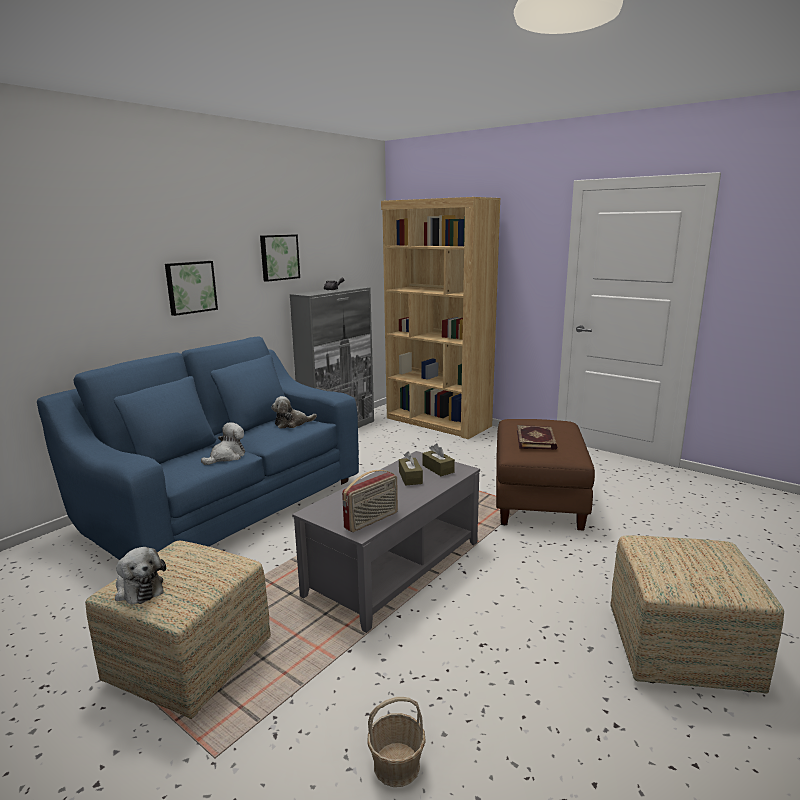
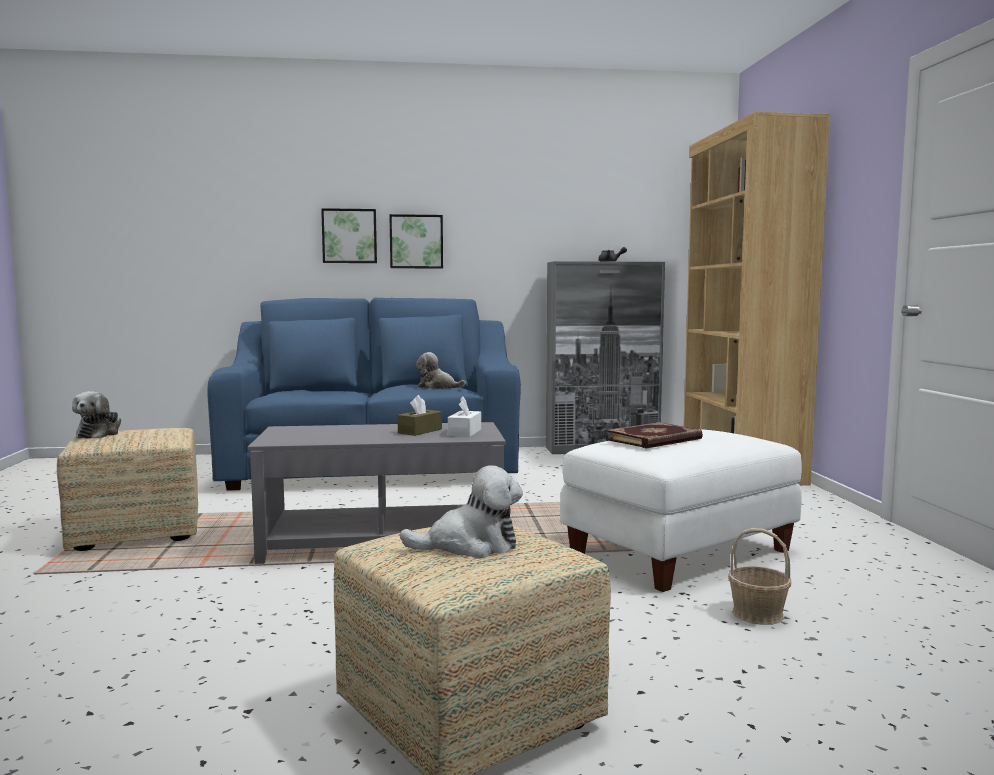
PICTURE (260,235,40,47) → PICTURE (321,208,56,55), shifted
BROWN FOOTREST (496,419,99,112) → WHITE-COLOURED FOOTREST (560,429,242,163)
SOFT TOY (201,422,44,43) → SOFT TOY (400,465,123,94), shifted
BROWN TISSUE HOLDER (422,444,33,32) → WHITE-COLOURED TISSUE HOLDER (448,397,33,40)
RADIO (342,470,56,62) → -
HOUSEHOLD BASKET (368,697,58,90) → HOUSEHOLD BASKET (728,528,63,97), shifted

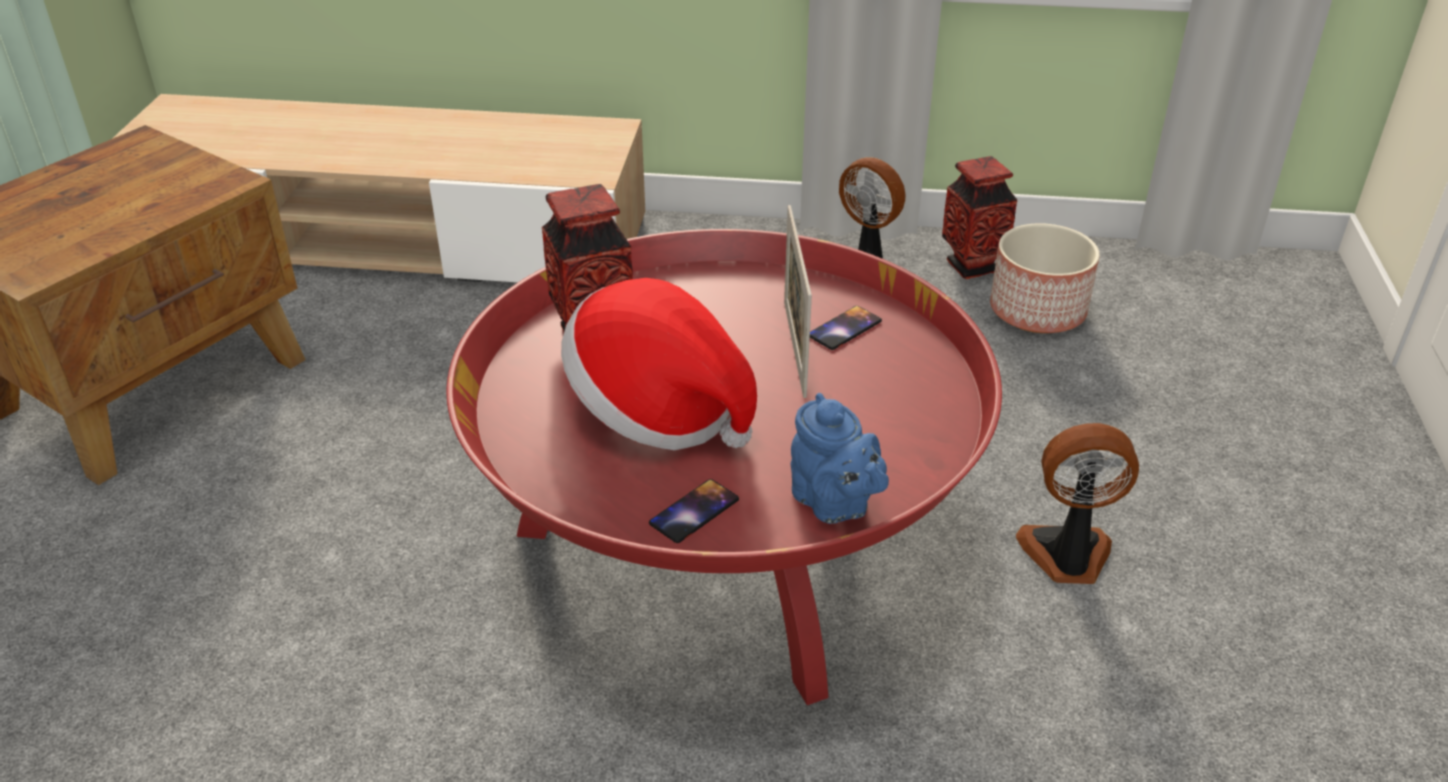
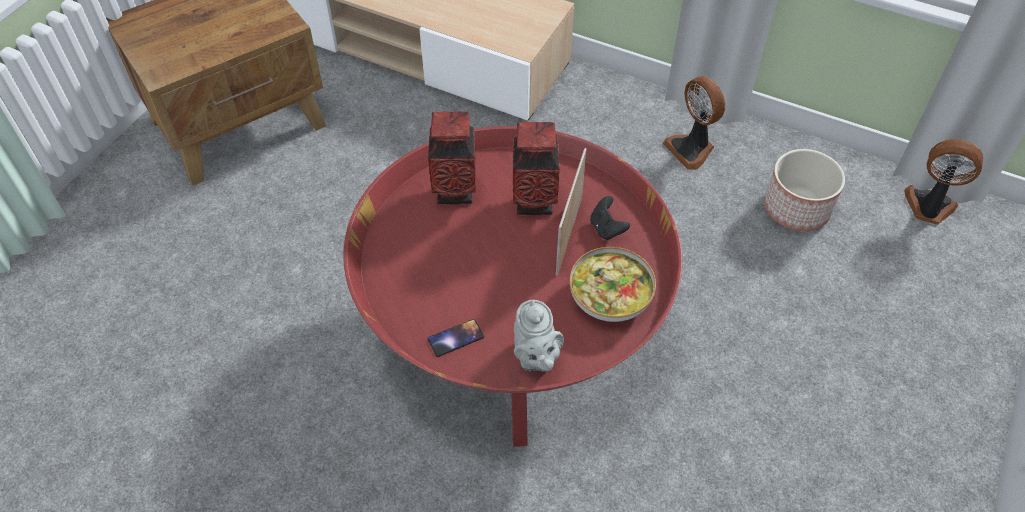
VASE (942,156,75,123) → VASE (513,122,47,94), shifted
WEARABLE HAT (561,278,196,172) → -
HANDSET (810,306,72,44) → BLACK-COLOURED GAMEPAD (590,196,40,44)
BLUISH TEA POT (790,393,99,131) → GREY TEA POT (514,300,50,72)
ELECTRIC FAN (1016,423,123,161) → ELECTRIC FAN (904,139,79,86), shifted
- → SERVING BOWL (570,247,86,75)

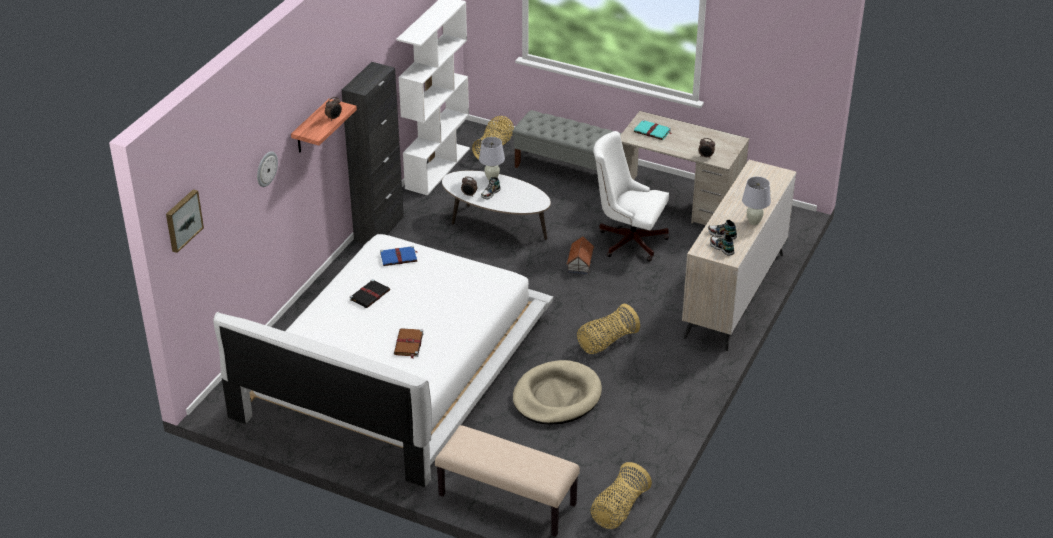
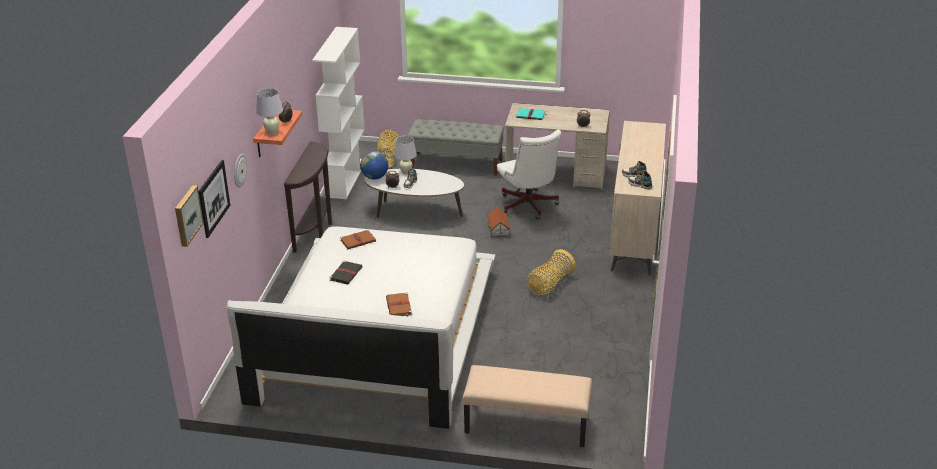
BLACK-COLOURED CUPBOARD (342,62,62,182) → BROWN NARROW TABLE (284,141,48,112)
WHITE-COLOURED DESK CHAIR (593,131,76,131) → WHITE-COLOURED DESK CHAIR (497,130,64,89), 120 degrees counterclockwise
WHITE-COLOURED TABLE LAMP (742,177,29,48) → WHITE-COLOURED TABLE LAMP (256,88,27,47), shifted
BLUISH VOLUME (380,246,37,20) → BROWN VOLUME (340,229,36,20)
BEIGE DOG BED (513,360,89,64) → -
HOUSEHOLD BASKET (591,462,61,67) → -
- → WORLD GLOBE (360,151,28,29)
- → PICTURE (199,160,31,78)

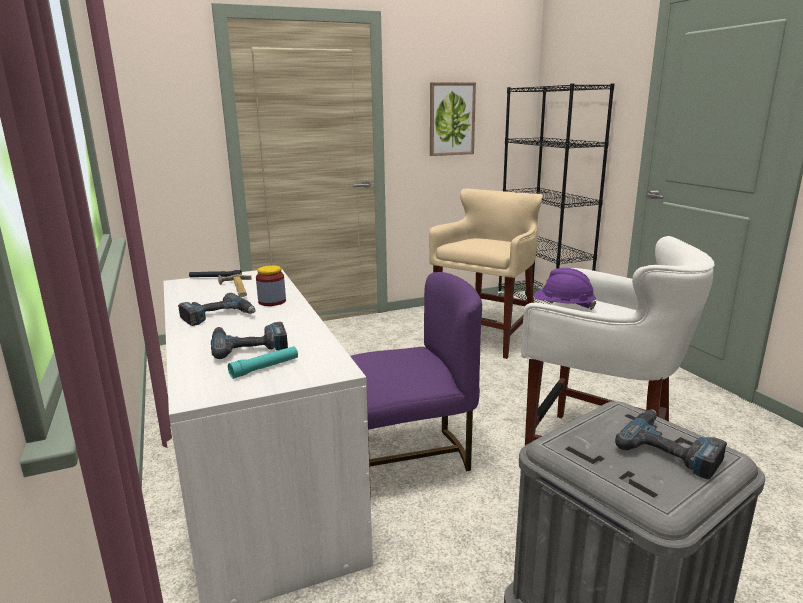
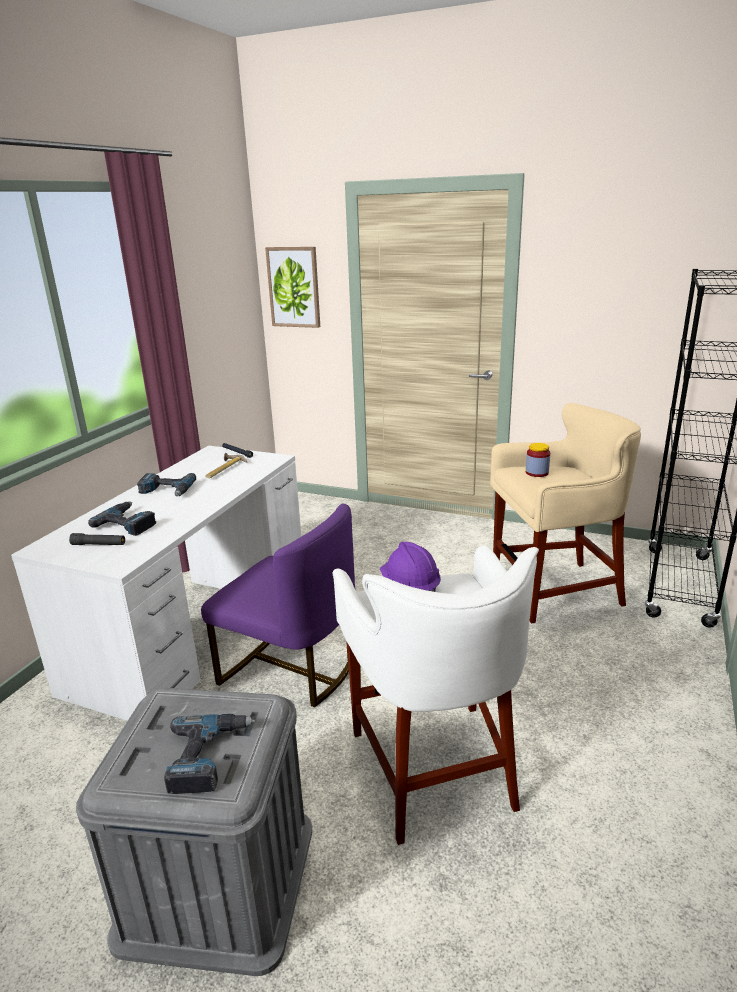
PICTURE (430,82,46,74) → PICTURE (265,247,55,81), shifted
JAR (256,265,30,41) → JAR (526,443,24,34), shifted
TURQUOISE-COLOURED TORCH (228,346,70,33) → BLACK-COLOURED TORCH (69,533,56,12)

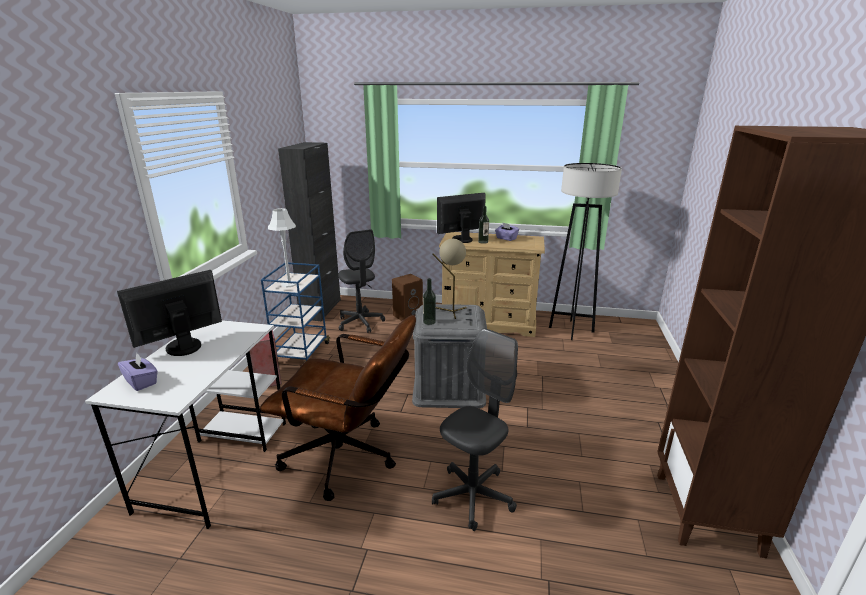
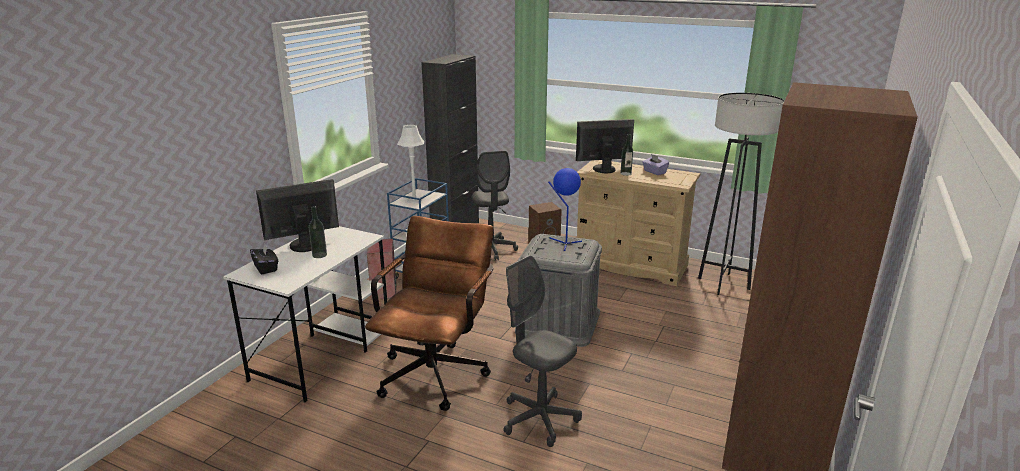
BEIGE TABLE LAMP (432,239,35,80) → BLUISH TABLE LAMP (548,168,34,83)
DRINK BOTTLE (423,278,13,47) → DRINK BOTTLE (309,206,18,52), shifted
BROWN DESK CHAIR (260,315,156,186) → BROWN DESK CHAIR (365,216,129,195), 105 degrees counterclockwise
GREY DESK CHAIR (432,328,86,203) → GREY DESK CHAIR (503,255,79,192), 105 degrees counterclockwise
PURPLE TISSUE HOLDER (118,353,40,38) → BLACK-COLOURED TISSUE HOLDER (250,244,28,30)

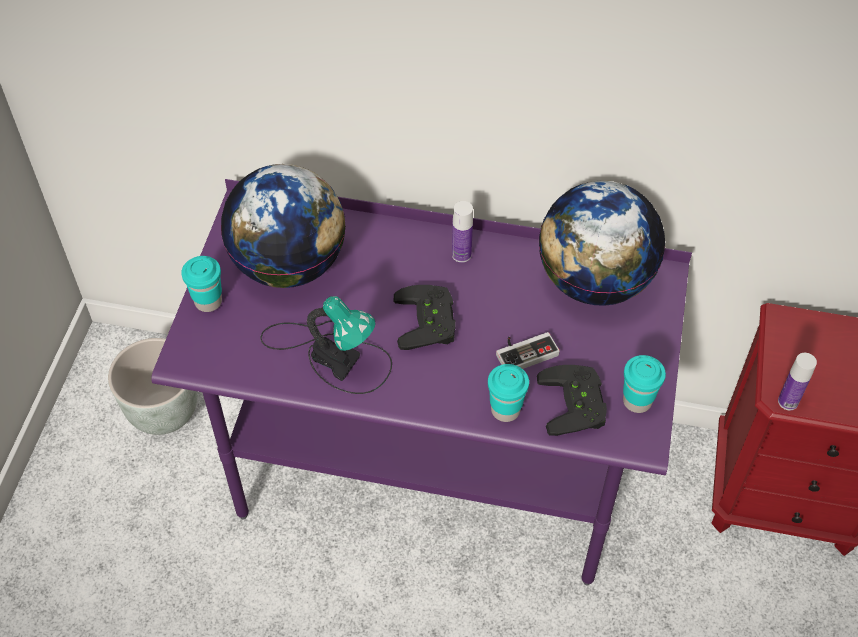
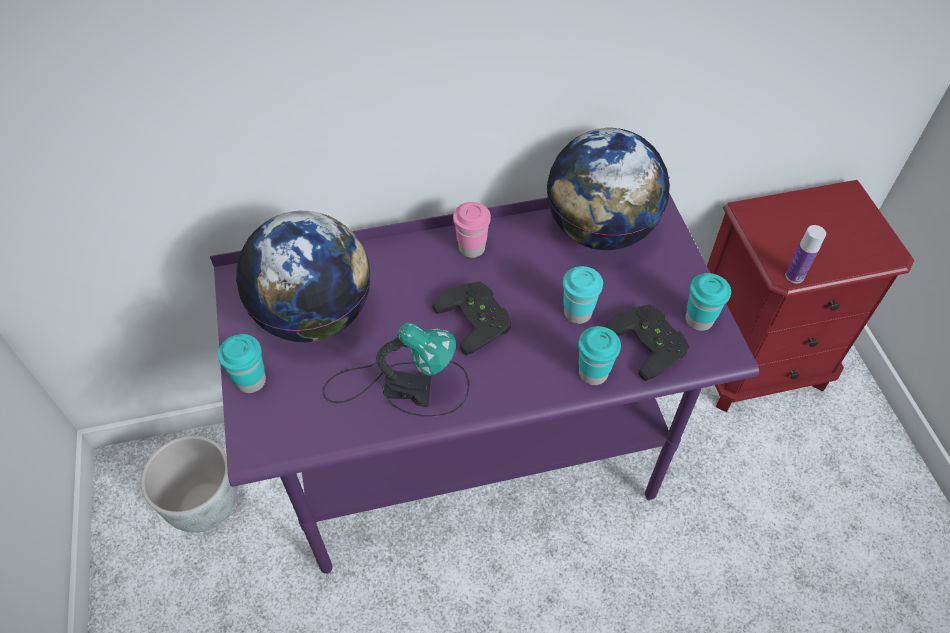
DRINK BOTTLE (452,201,21,62) → PINK-COLOURED DRINKING CUP (453,202,38,56)
GAMEPAD (496,332,64,37) → TURQUOISE-COLOURED DRINKING CUP (563,266,40,58)

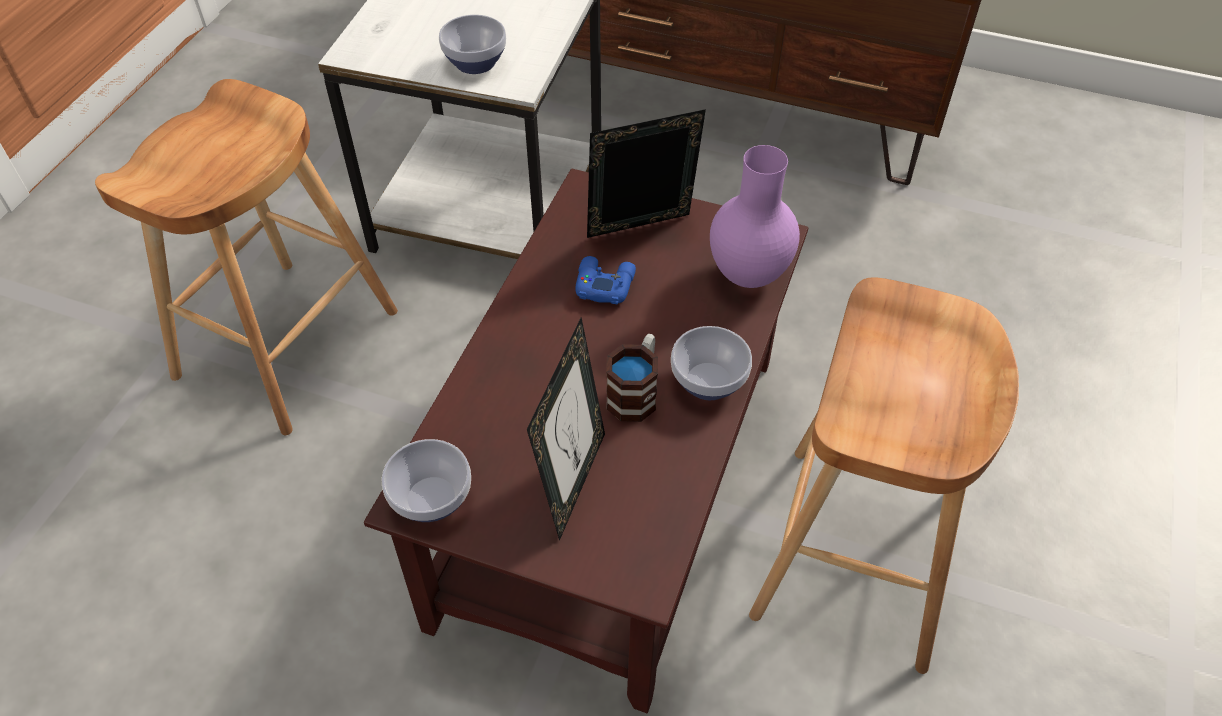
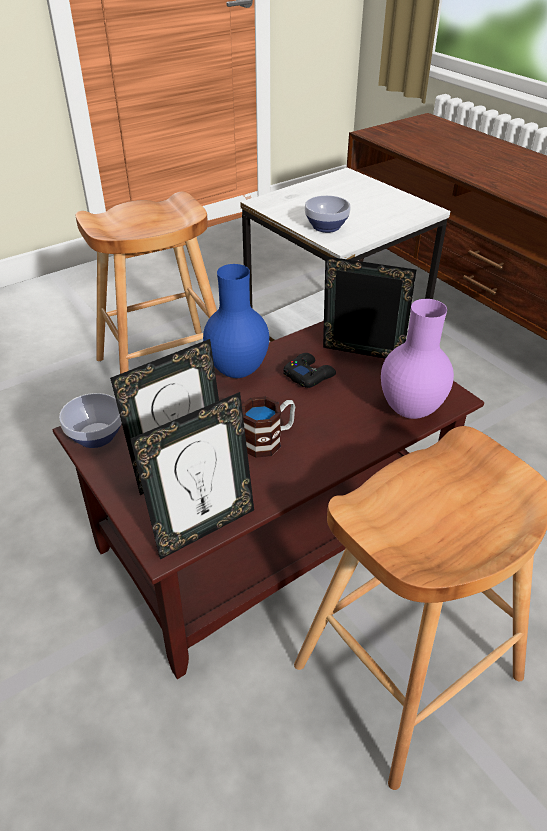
BLUISH GAMEPAD (575,256,61,49) → BLACK-COLOURED GAMEPAD (283,353,53,35)
SERVING BOWL (671,326,81,74) → -
- → BLUISH VASE (203,264,66,114)
- → PICTURE FRAME (130,392,124,168)

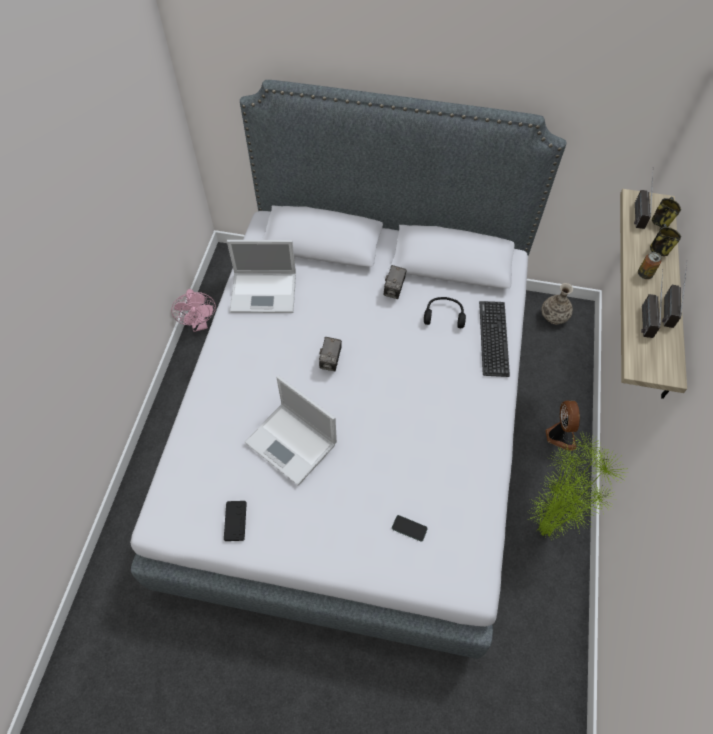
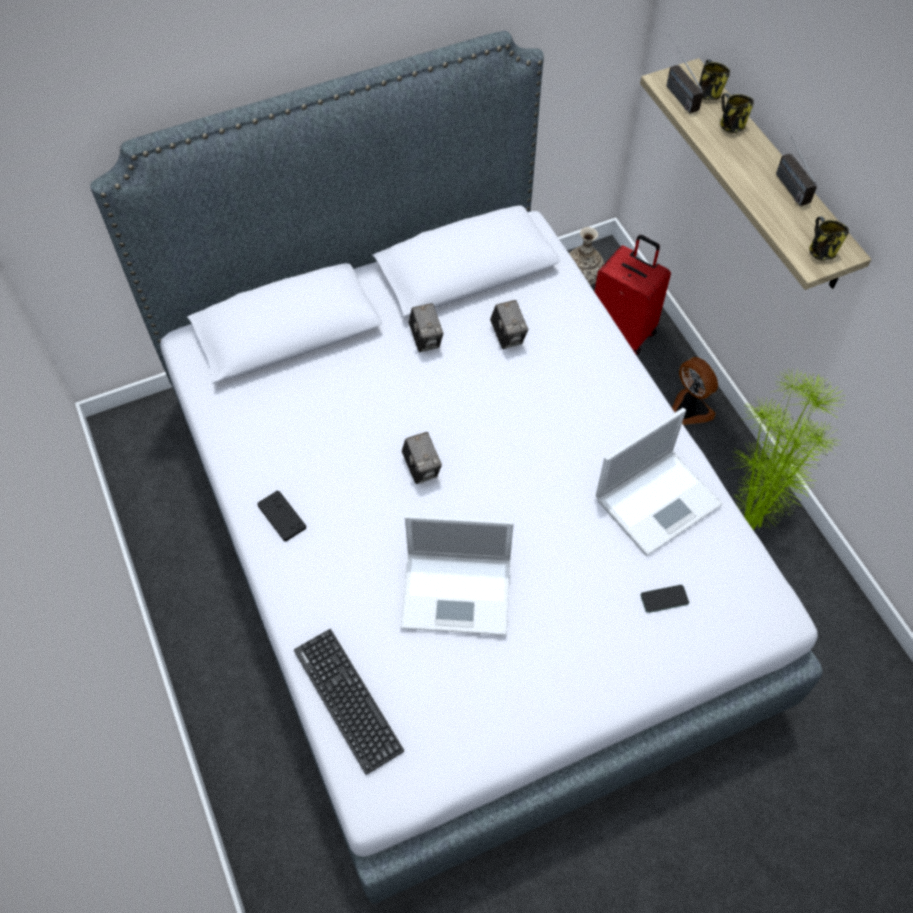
PORTABLE COMPUTER (227,240,69,73) → PORTABLE COMPUTER (596,408,127,148), shifted
METAL CAN (638,252,24,27) → -
RADIO (641,269,22,69) → -
PINK-COLOURED ELECTRIC FAN (171,289,45,43) → -
BLACK-COLOURED HEADPHONES (424,297,42,31) → STILL CAMERA (490,300,38,49)
PC KEYBOARD (479,301,31,76) → PC KEYBOARD (294,629,110,145), shifted
BLACK-COLOURED GAMEPAD (224,501,23,40) → BLACK-COLOURED GAMEPAD (257,490,49,51), shifted
- → MUG (810,216,39,45)
- → REDDISH TRAVEL CASE (594,235,77,120)

